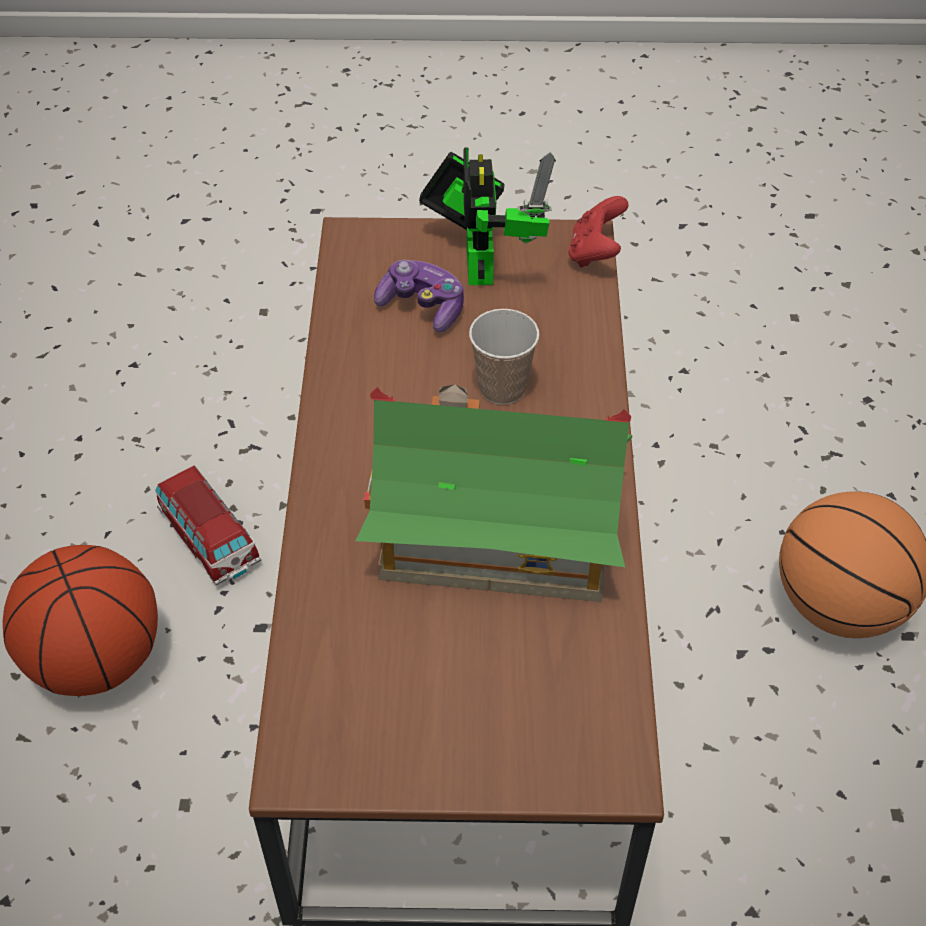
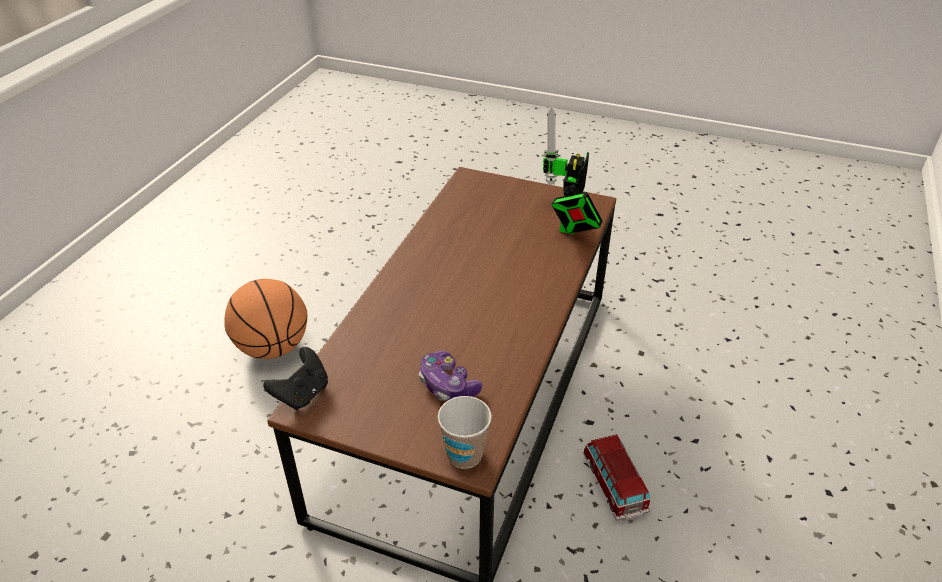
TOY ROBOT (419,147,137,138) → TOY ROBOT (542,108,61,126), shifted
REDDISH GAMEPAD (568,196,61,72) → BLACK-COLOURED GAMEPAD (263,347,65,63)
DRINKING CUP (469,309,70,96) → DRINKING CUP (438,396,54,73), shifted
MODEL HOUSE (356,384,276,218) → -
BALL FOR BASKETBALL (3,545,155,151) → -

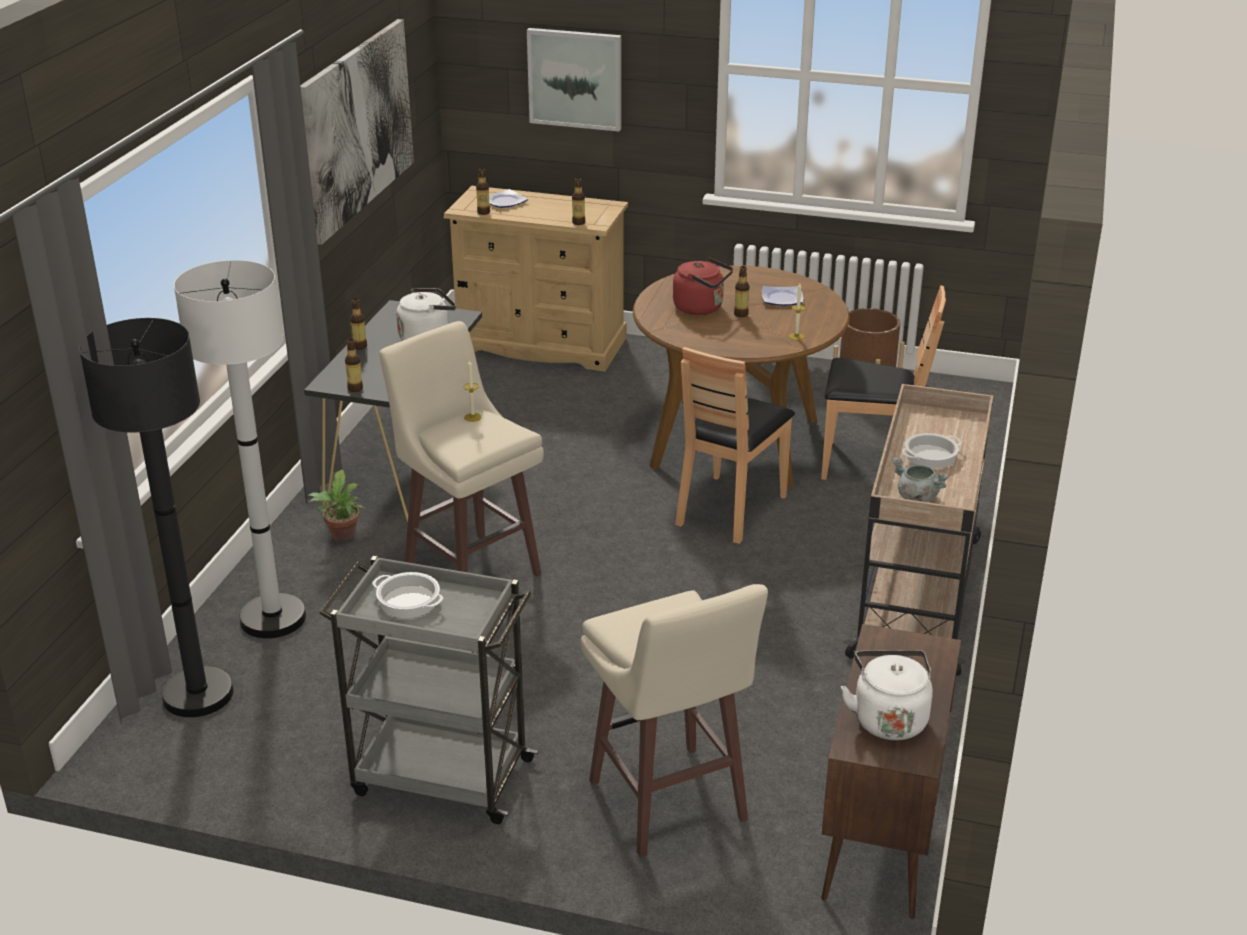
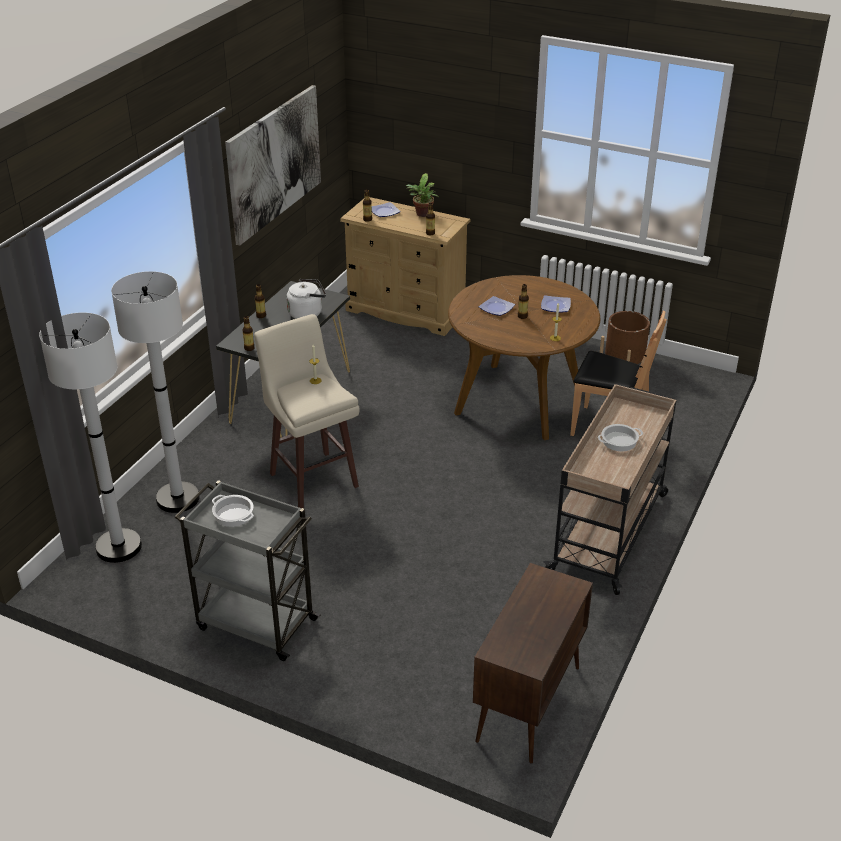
PICTURE (527,28,94,104) → -
REDDISH WATER KETTLE (673,257,60,58) → FLAT DISH (479,296,36,20)
BLACK-COLOURED STANDING LAMP (79,318,155,399) → WHITE-COLOURED STANDING LAMP (39,312,103,251)
BROWN UPRIGHT CHAIR (675,347,120,197) → -
GREY COOKING POT (892,457,58,45) → -
POTTED PLANT (308,470,58,71) → POTTED PLANT (406,173,33,44), shifted
BEIGE STOOL (581,584,187,274) → -
WHITE-COLOURED WATER KETTLE (841,650,92,90) → -

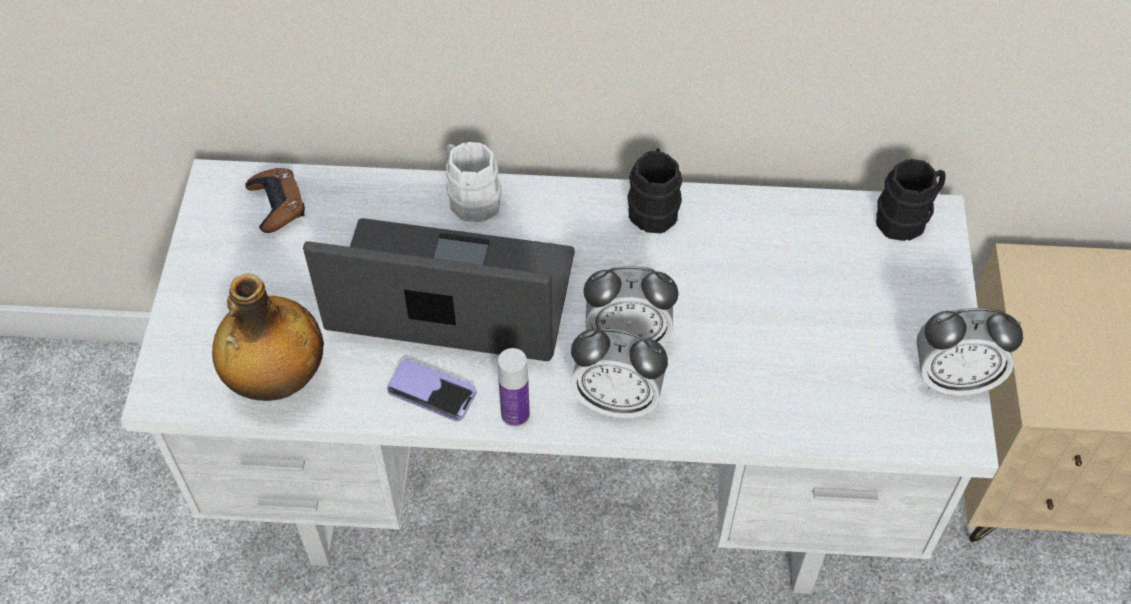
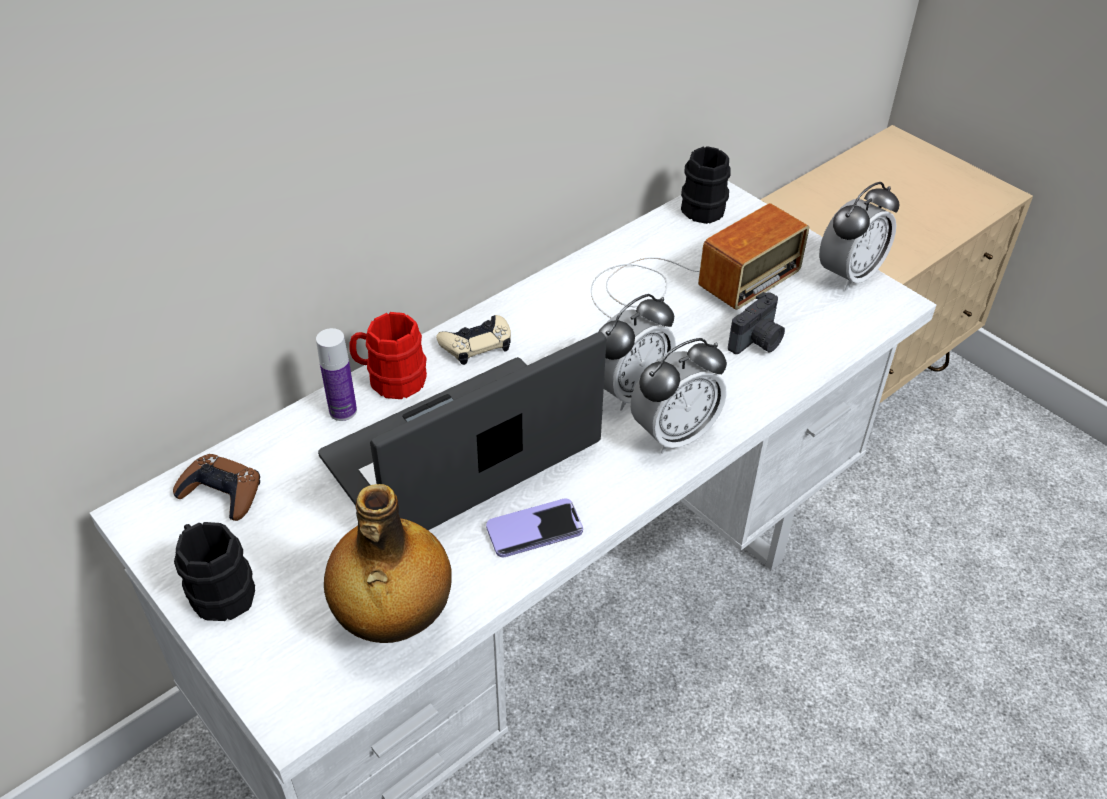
WHITE-COLOURED MUG (446,142,56,80) → REDDISH MUG (350,312,77,87)
BLACK-COLOURED MUG (627,148,55,86) → BLACK-COLOURED MUG (174,522,81,99), shifted
DRINK BOTTLE (498,348,32,79) → DRINK BOTTLE (316,328,41,93), shifted
- → RADIO (591,203,218,115)
- → STILL CAMERA (728,292,57,62)
- → BEIGE GAMEPAD (436,315,75,50)

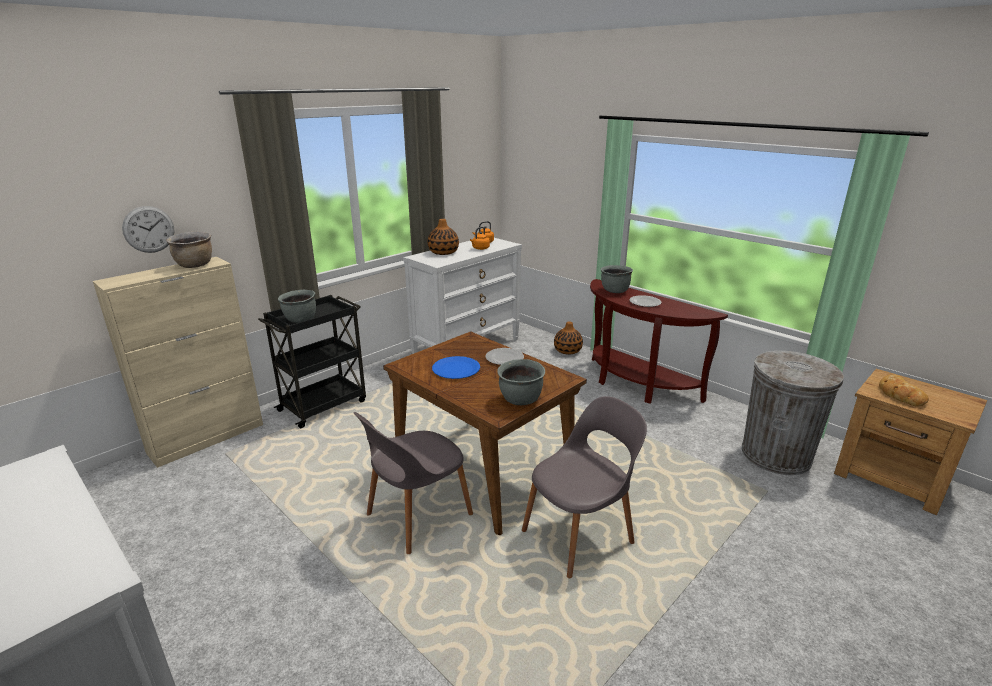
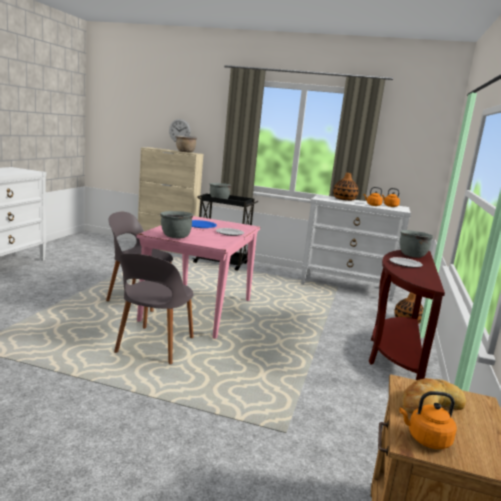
BROWN KITCHEN TABLE (383,331,204,204) → PINK-COLOURED KITCHEN TABLE (136,216,124,123)
GREY TRASH CAN (742,351,102,124) → -
GREY UPRIGHT CHAIR (522,396,125,182) → GREY UPRIGHT CHAIR (114,253,79,111), 75 degrees clockwise
- → ORANGE WATER KETTLE (399,391,58,58)

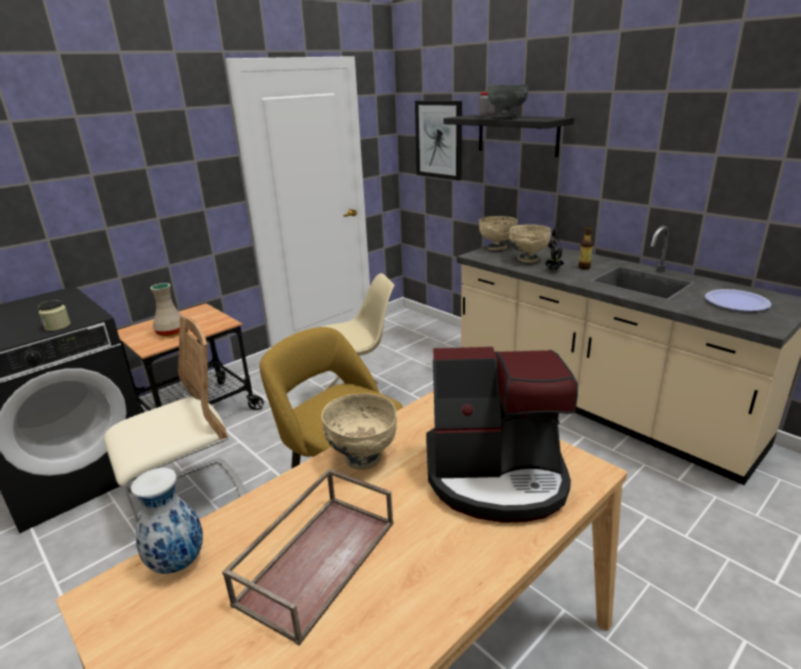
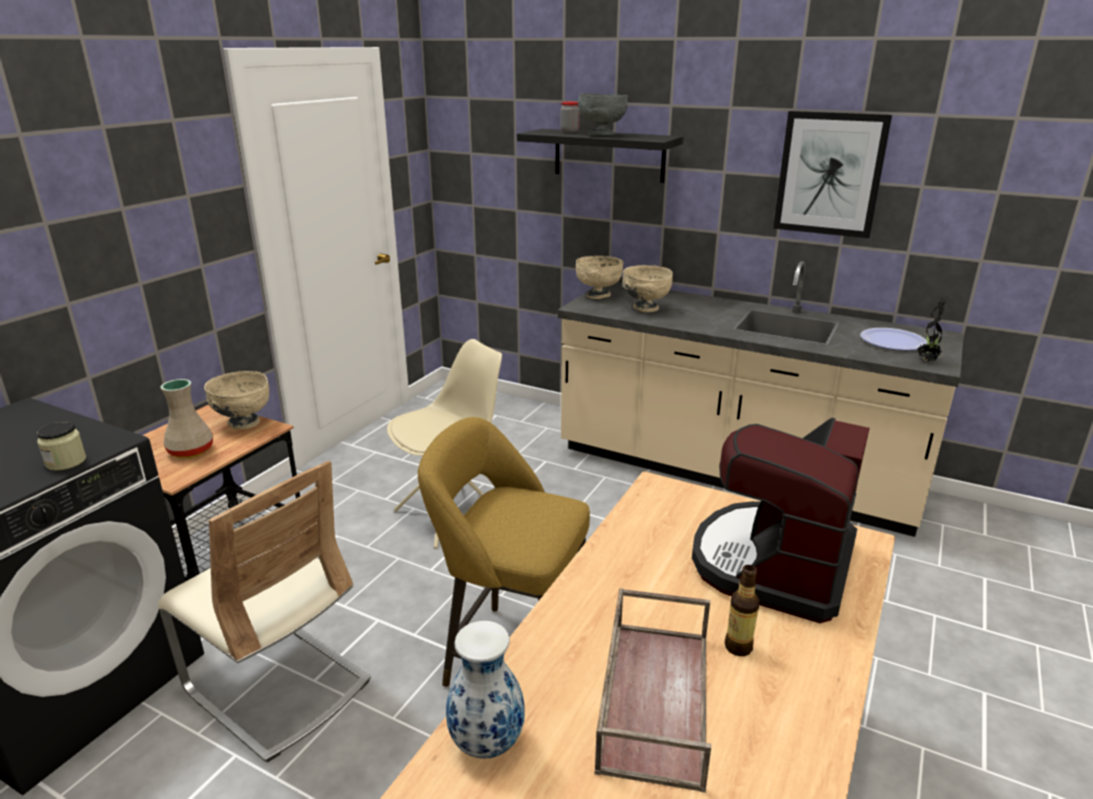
PICTURE (415,101,47,80) → PICTURE (773,111,119,127), shifted
POTTED PLANT (545,223,19,48) → POTTED PLANT (917,296,36,66), shifted
DRINK BOTTLE (578,227,15,42) → DRINK BOTTLE (725,565,34,91), shifted
BEIGE UPRIGHT CHAIR (104,316,142,208) → BEIGE UPRIGHT CHAIR (158,461,213,301), 90 degrees clockwise
COFFEE MAKER (426,347,152,176) → COFFEE MAKER (692,417,178,206), 135 degrees clockwise
BEIGE SERVING BOWL (322,393,75,77) → BEIGE SERVING BOWL (204,371,65,59), shifted

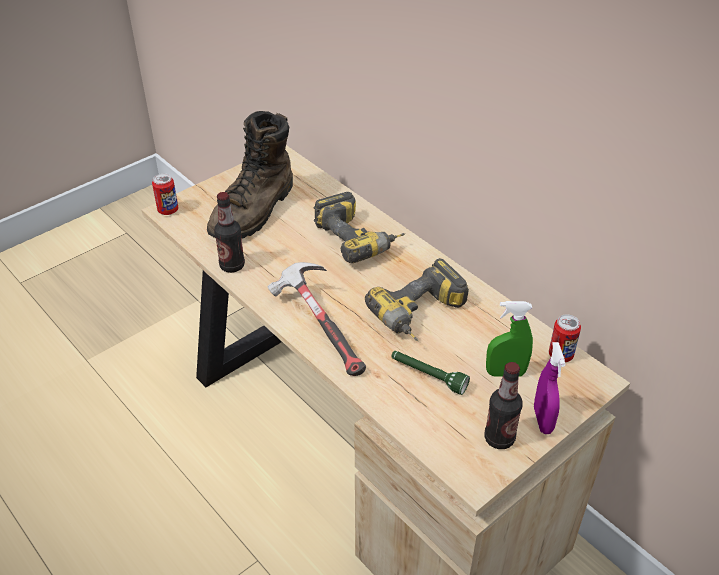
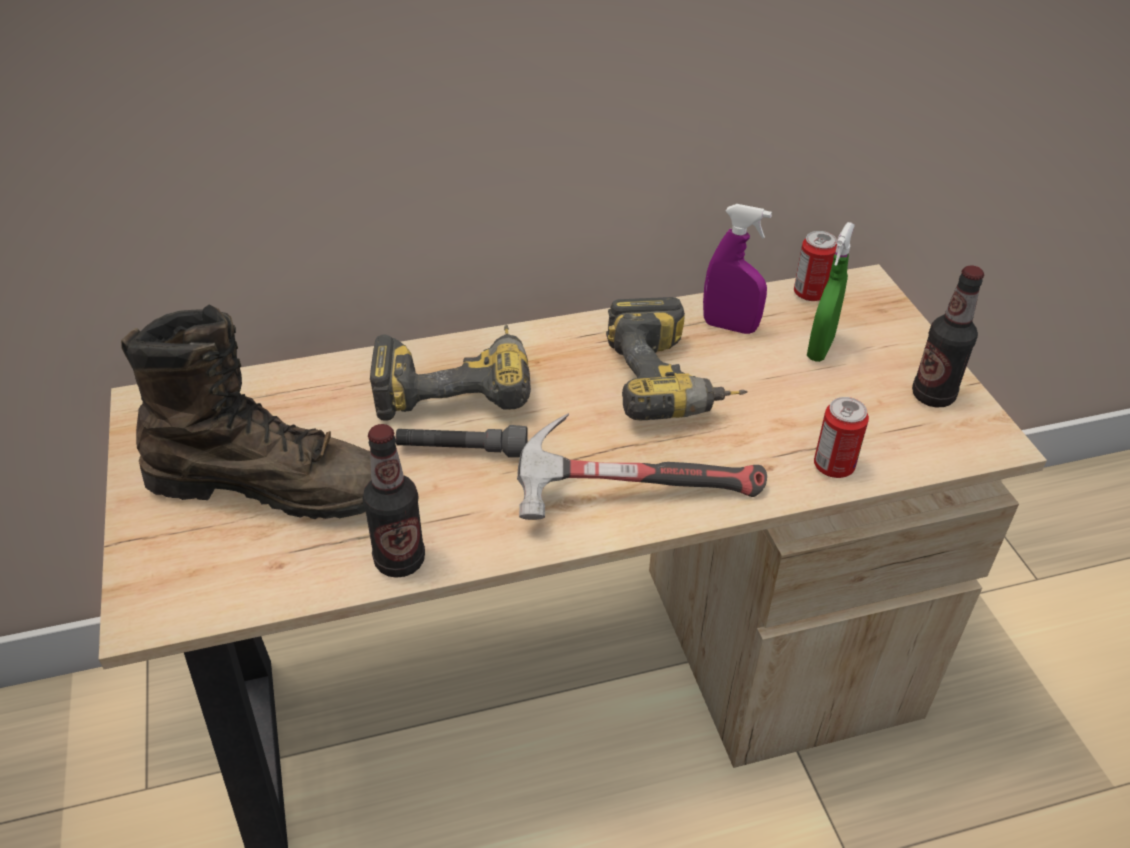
BROWN BOOT (207,111,86,128) → BROWN BOOT (121,305,250,214), 45 degrees counterclockwise
METAL CAN (152,173,27,42) → METAL CAN (814,397,55,81), shifted
PURPLE HAND SPRAYER (534,342,32,92) → PURPLE HAND SPRAYER (703,204,69,130), shifted
GREENISH TORCH (391,351,79,44) → -
- → GREY TORCH (396,425,132,33)

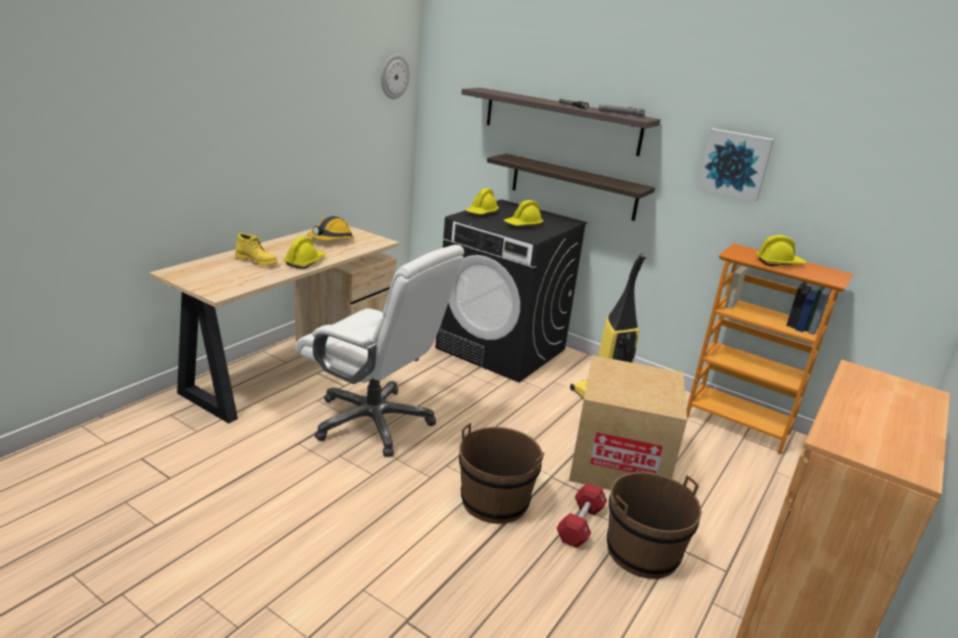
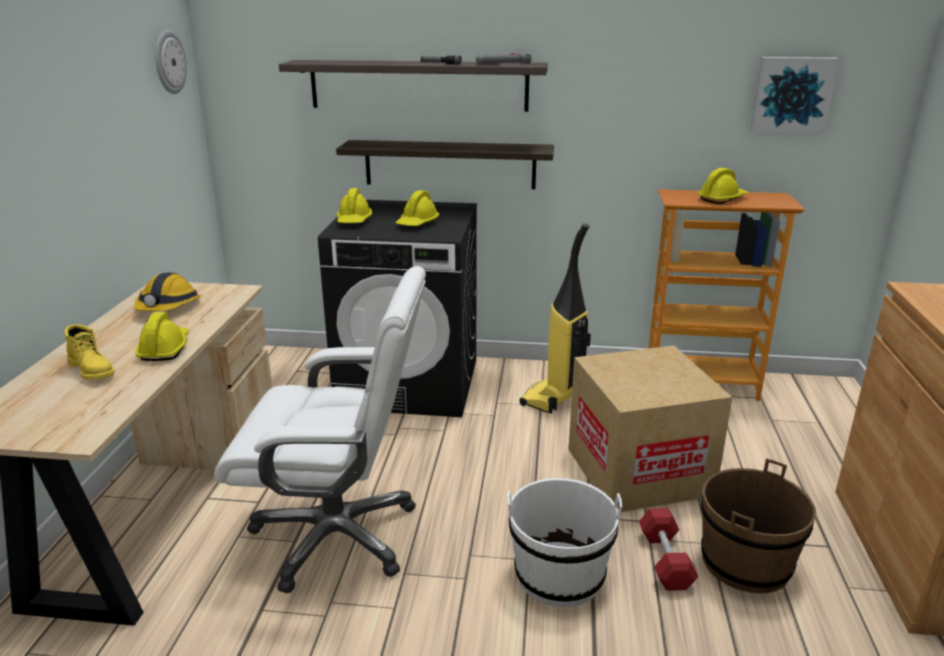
PICTURE (697,128,77,74) → PICTURE (750,57,89,76), shifted
YELLOW-COLOURED BOOT (235,233,43,32) → YELLOW-COLOURED BOOT (64,324,50,56), 45 degrees clockwise
BROWN BUCKET (459,423,86,101) → WHITE-COLOURED BUCKET (507,478,115,129)

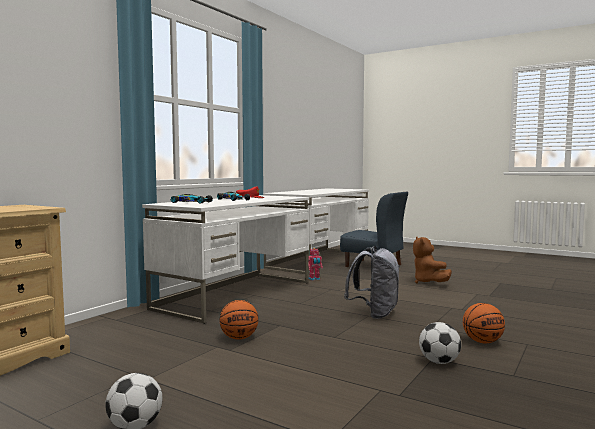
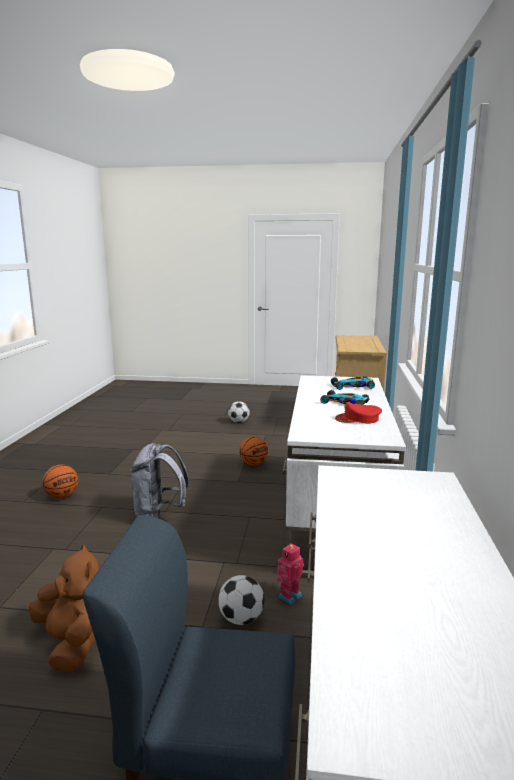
FOOTBALL (419,322,42,42) → FOOTBALL (218,575,46,50), shifted

